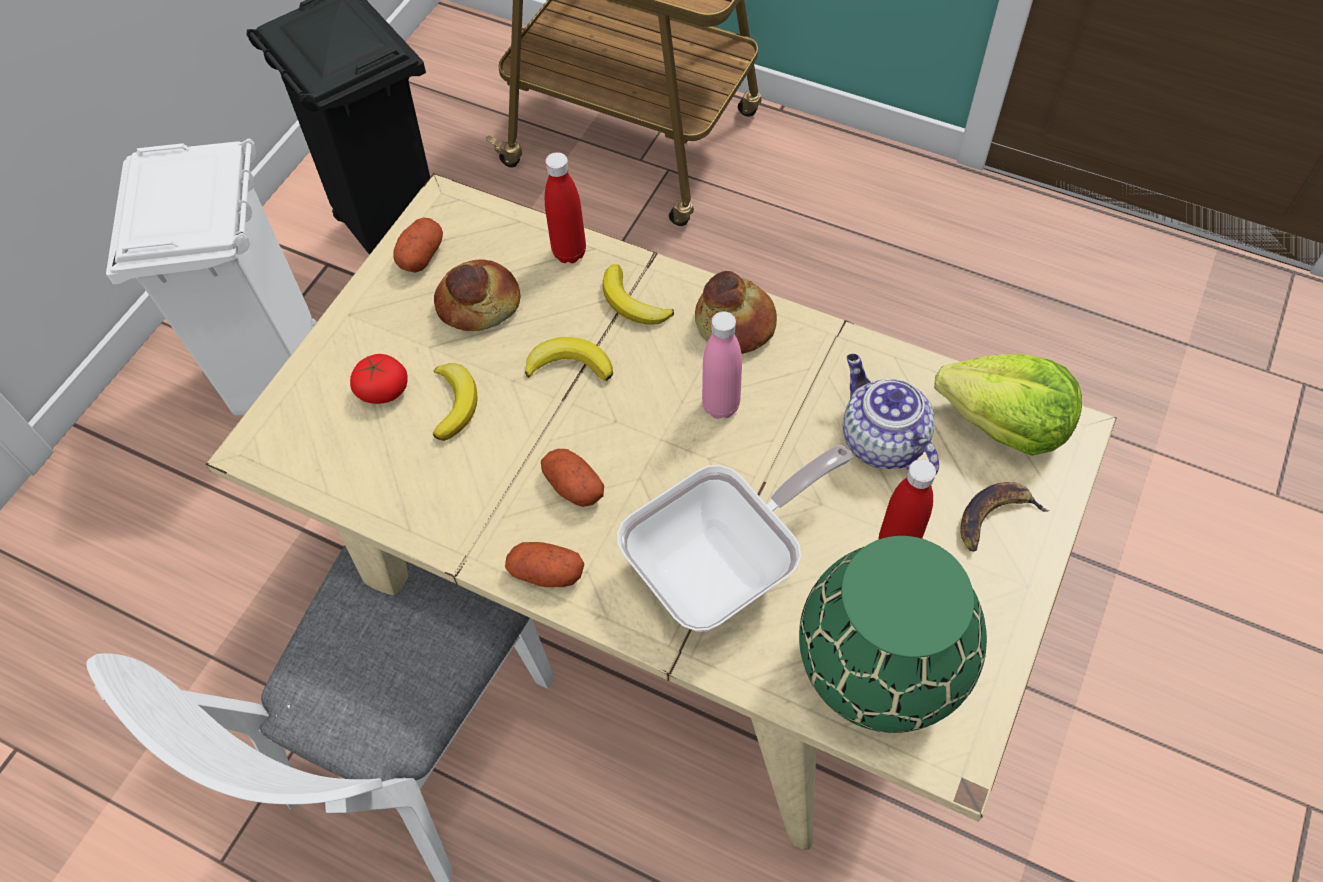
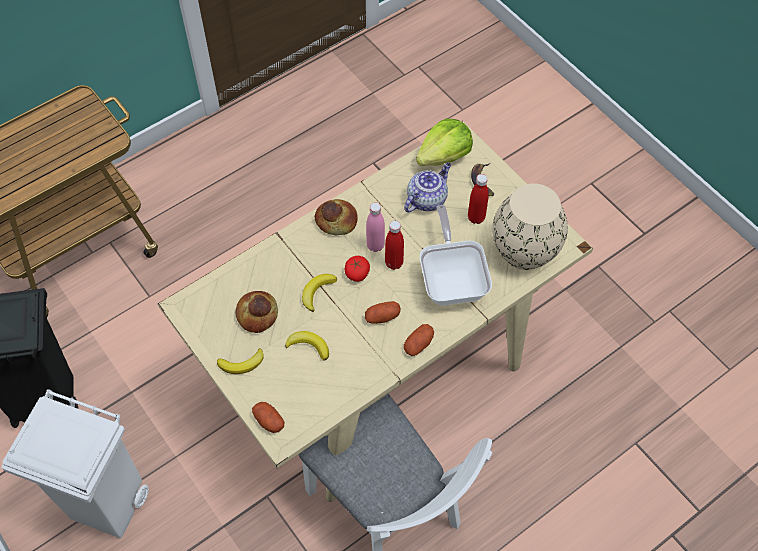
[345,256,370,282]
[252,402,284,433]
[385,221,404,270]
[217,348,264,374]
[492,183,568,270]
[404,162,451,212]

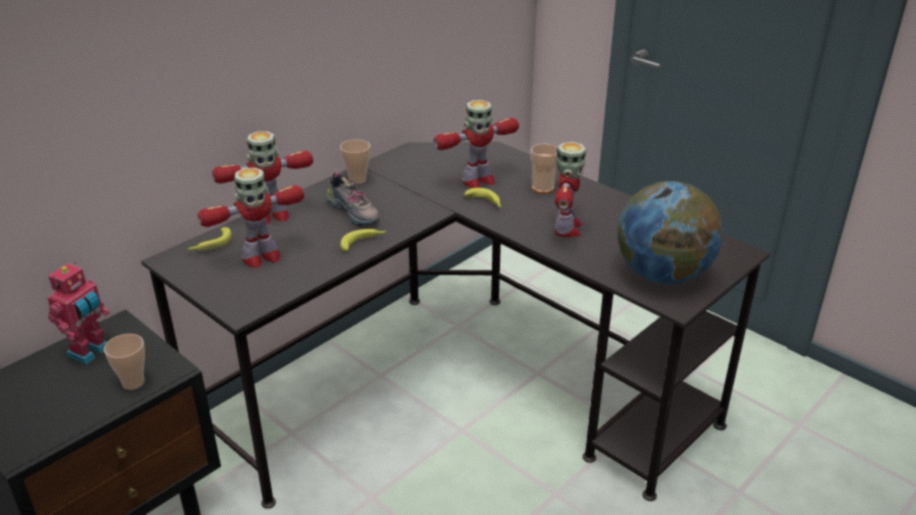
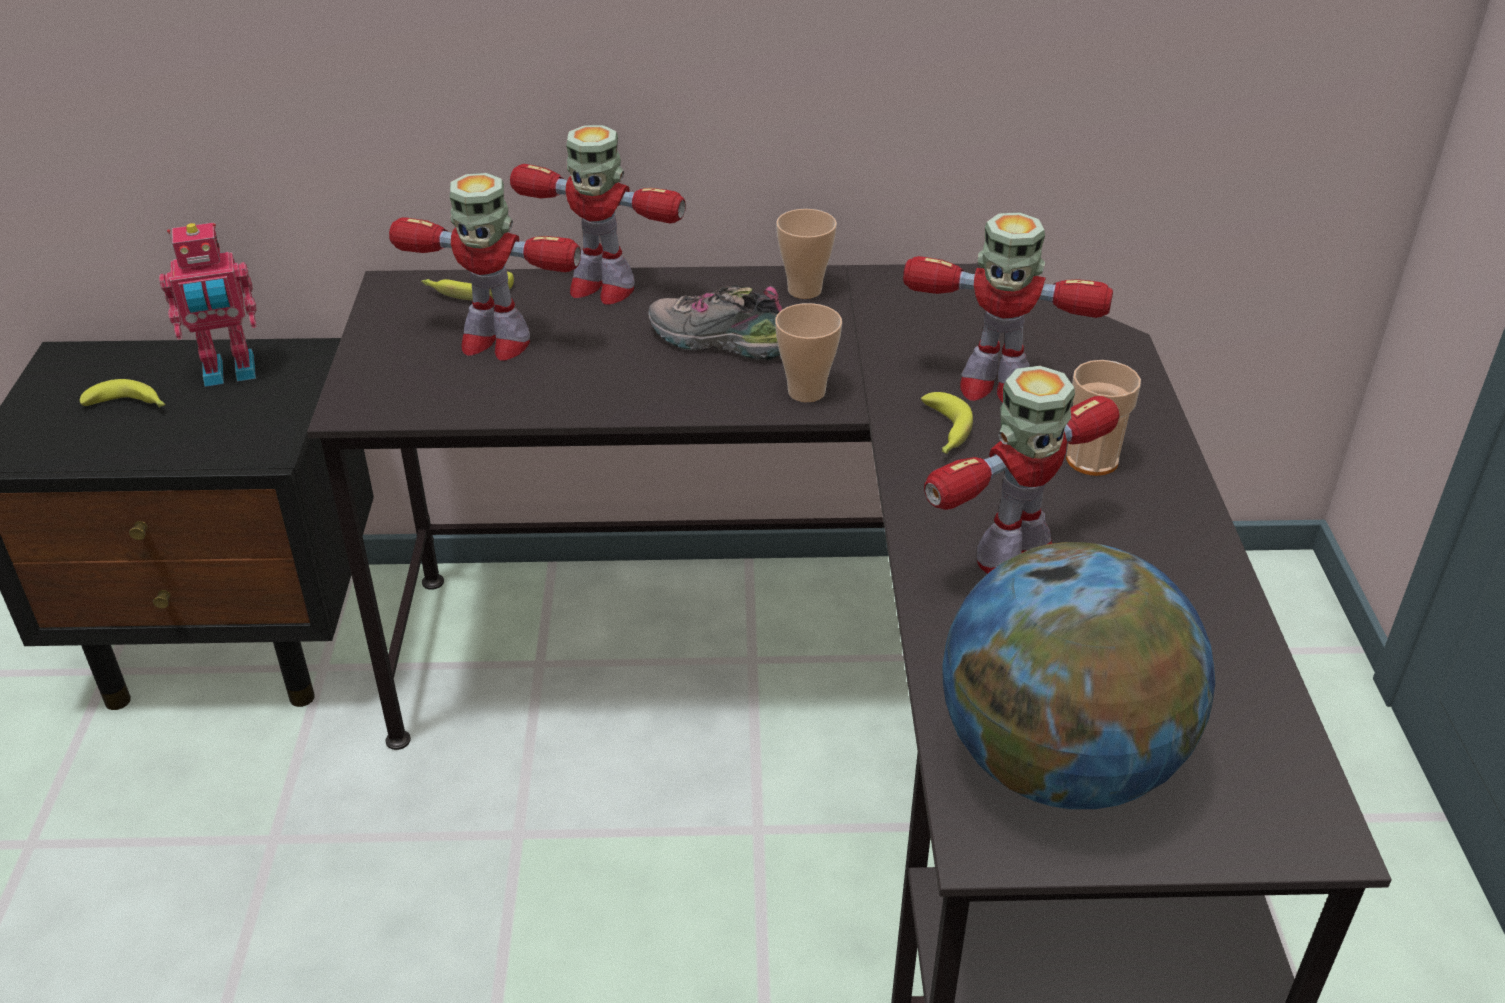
[775,303,842,402]
[80,379,165,408]
[648,285,782,360]

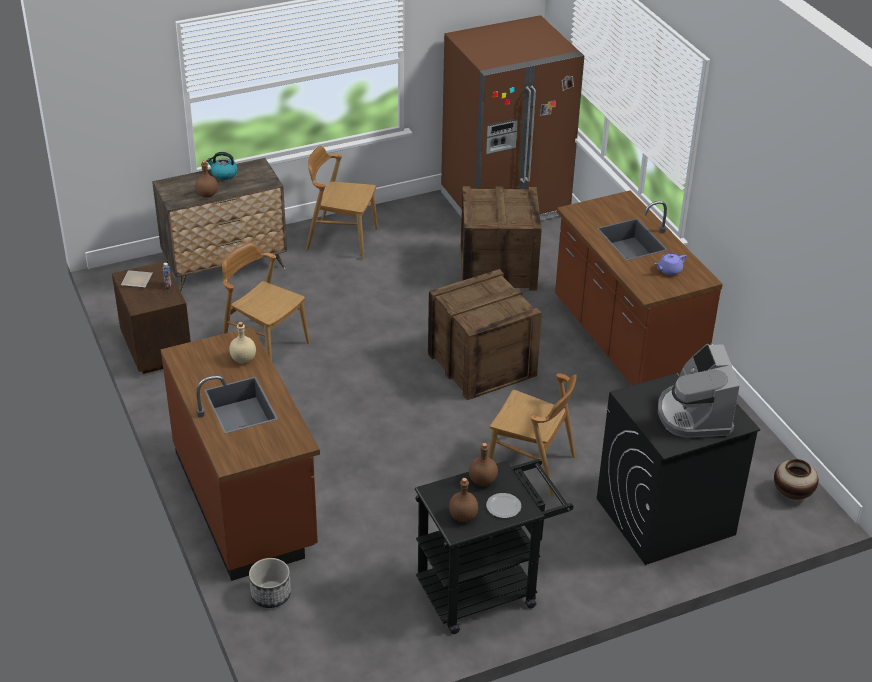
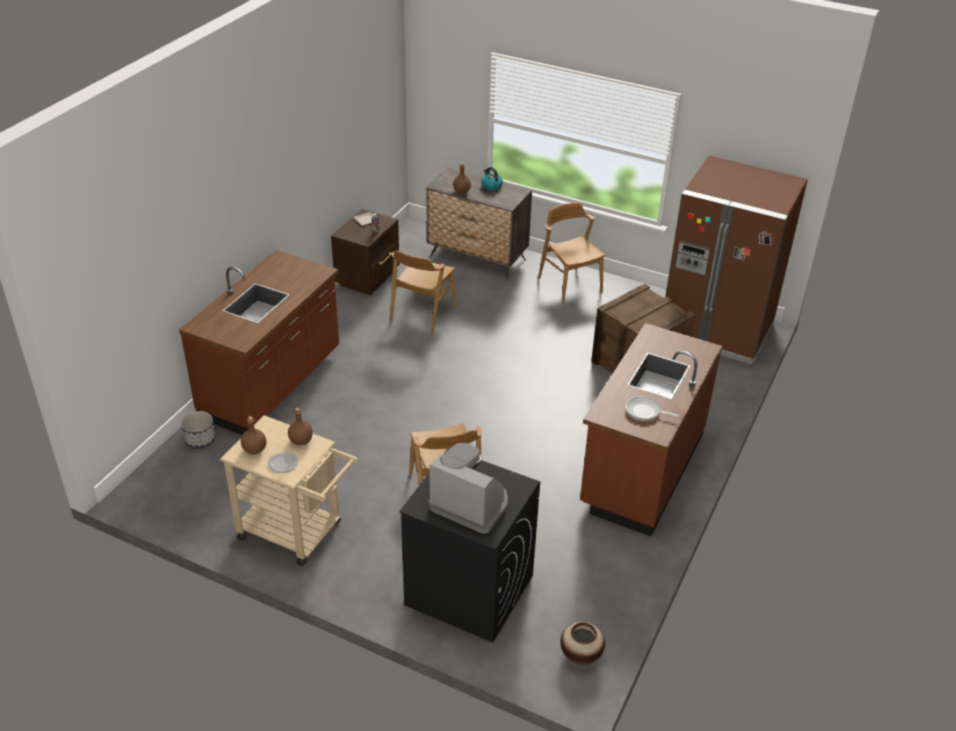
[229,322,256,363] (first image)
[428,269,542,400] (first image)
[626,396,679,421]
[220,415,358,566]
[390,250,457,335]
[428,443,508,534]

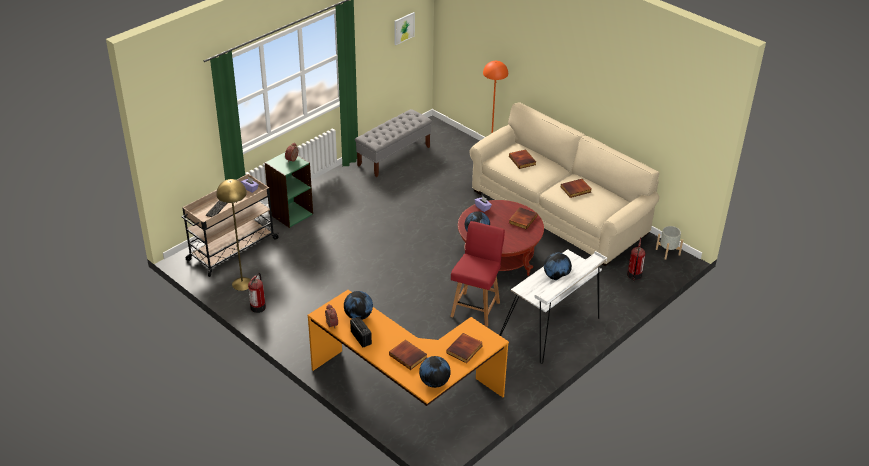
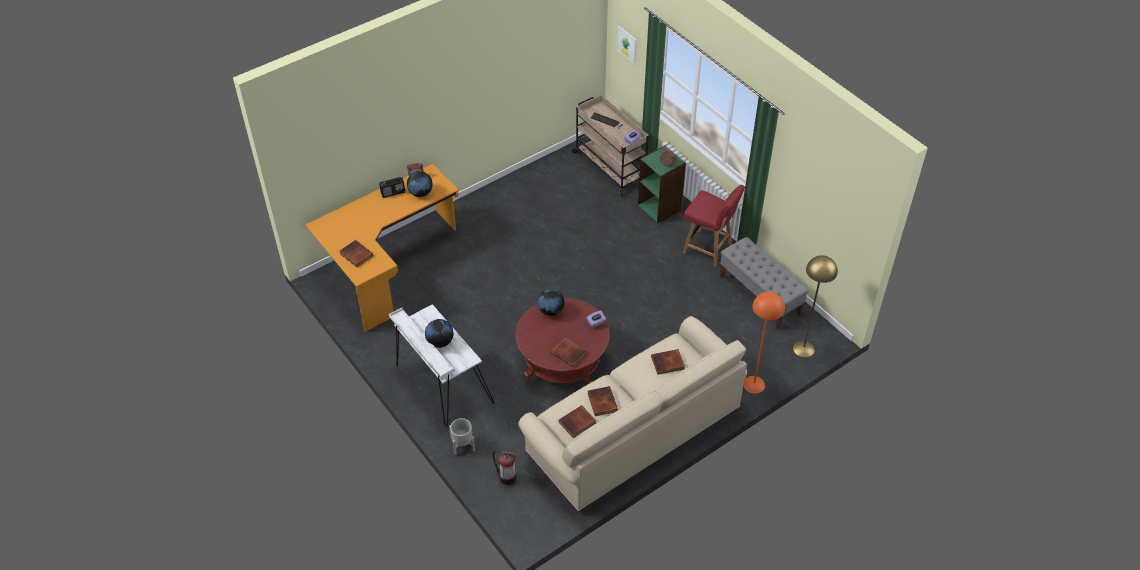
[248,273,266,313] (first image)
[419,356,451,388] (first image)
[793,255,838,357]
[559,405,596,438]
[617,26,637,63]
[683,185,745,267]
[449,418,475,455]

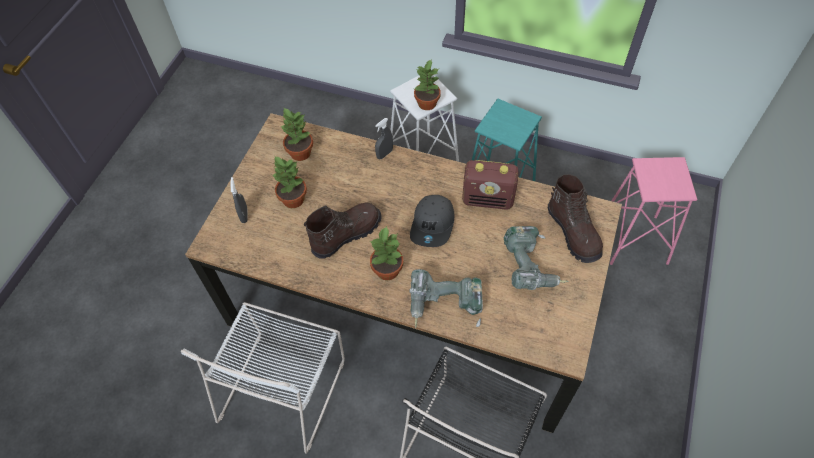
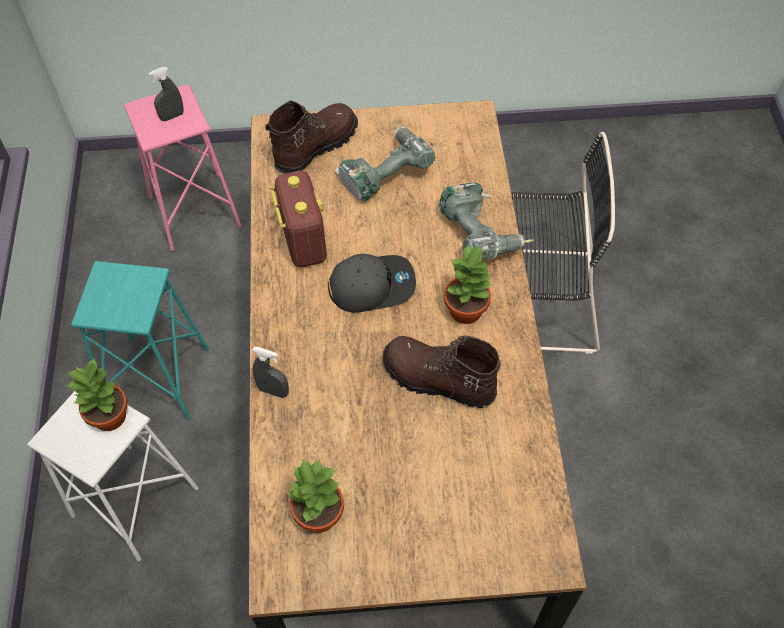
[181,302,345,454] (first image)
[272,155,307,208] (first image)
[148,67,184,121]

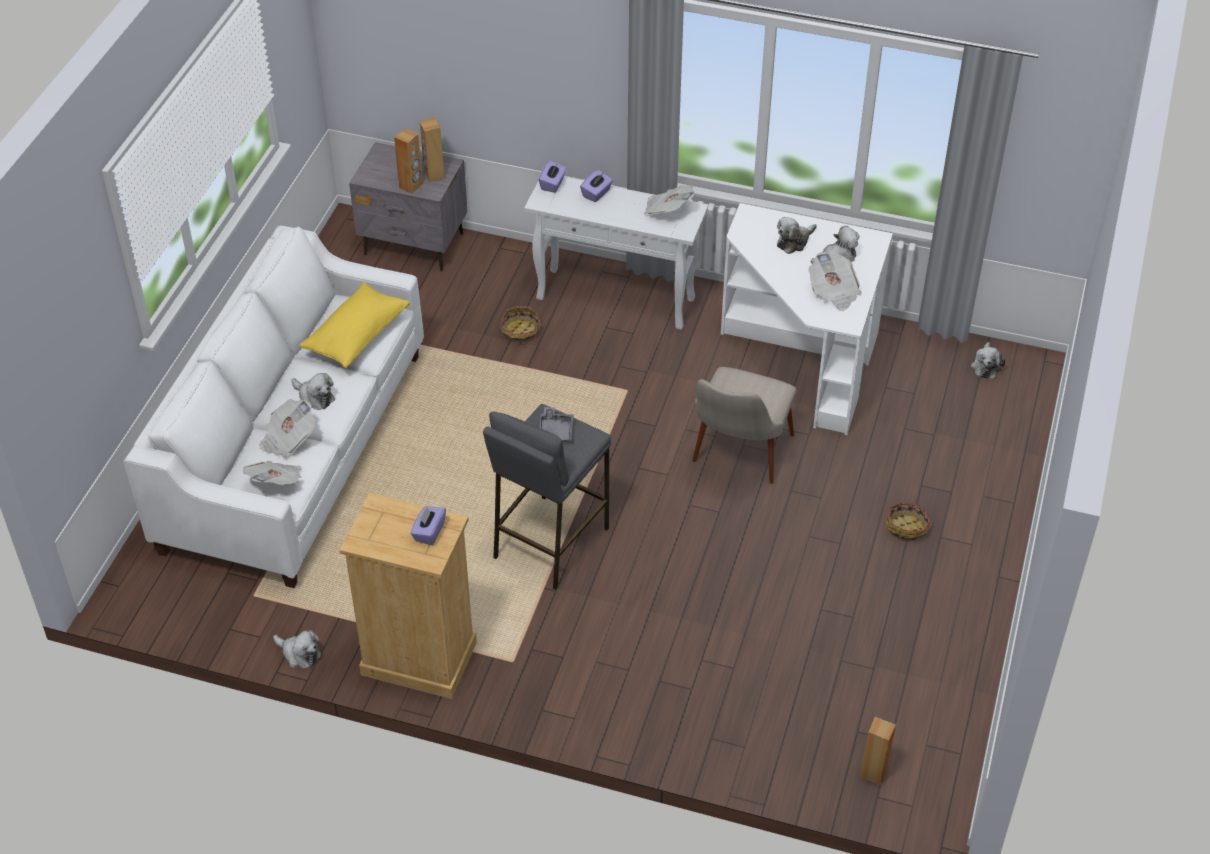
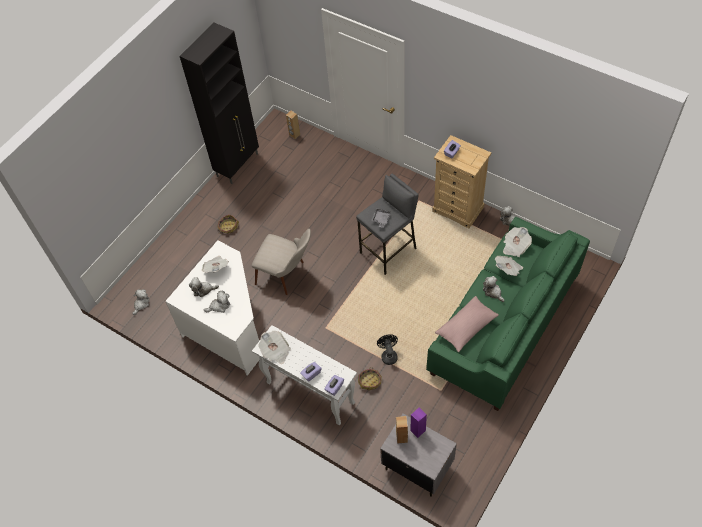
[180,23,259,184]
[377,334,398,365]
[426,217,590,411]
[435,296,499,352]
[411,408,427,438]
[252,229,311,295]

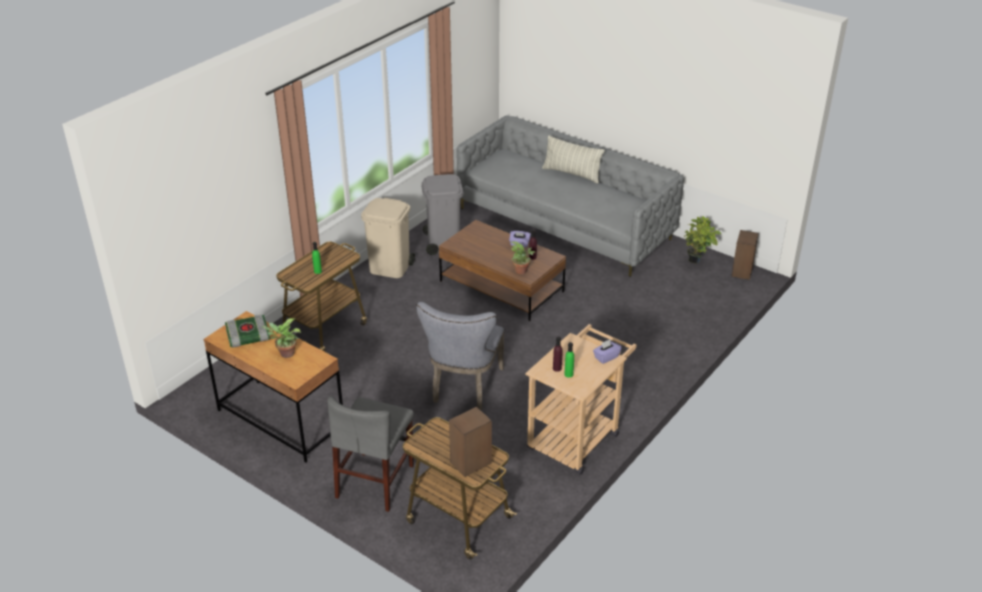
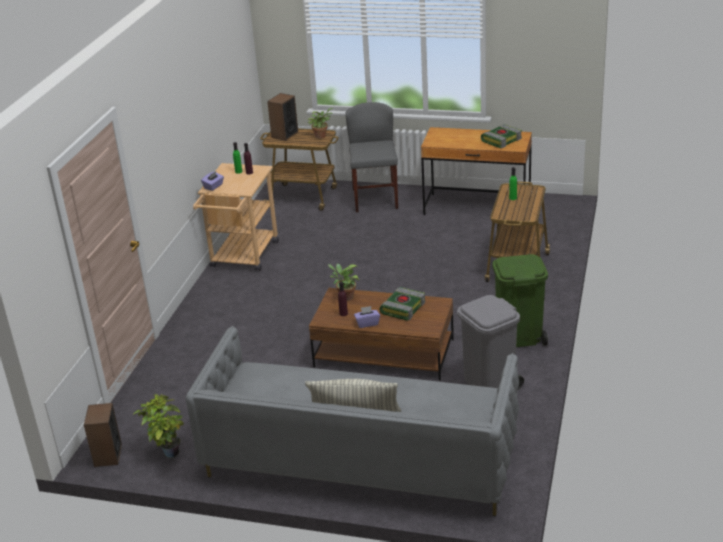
[416,302,504,410] (first image)
[379,287,425,321]
[308,108,334,139]
[492,254,548,347]

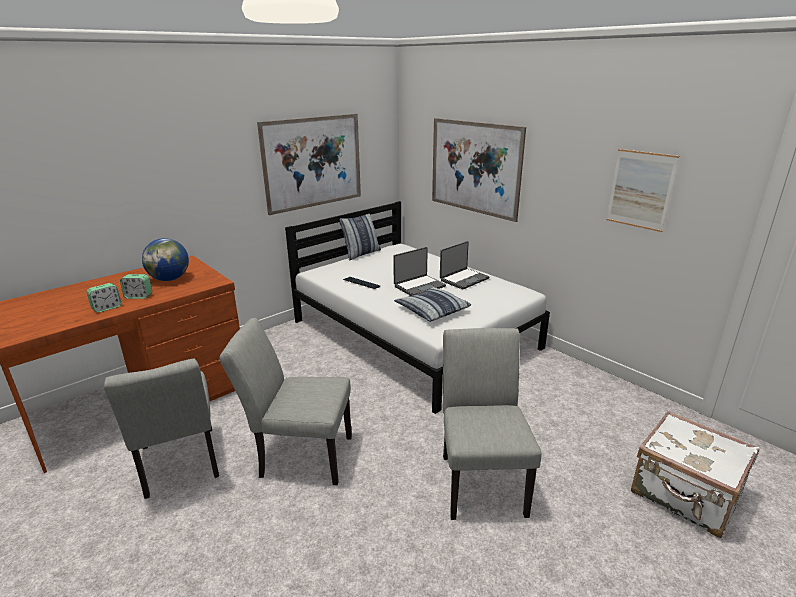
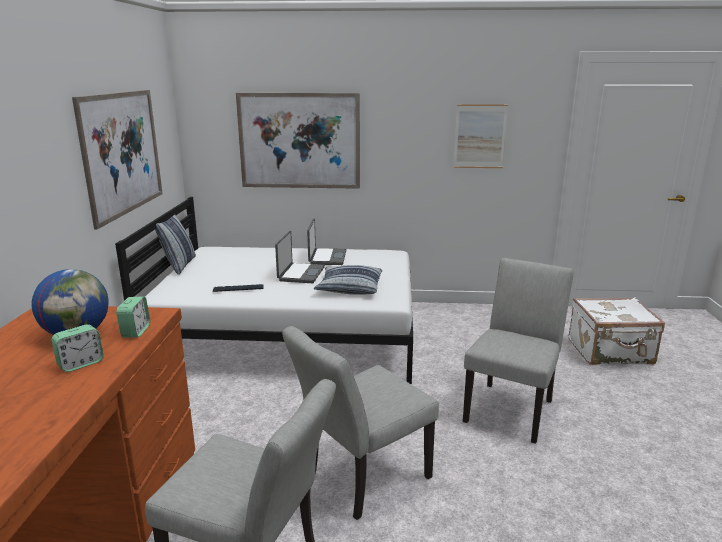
[116,297,150,338]
[463,258,574,444]

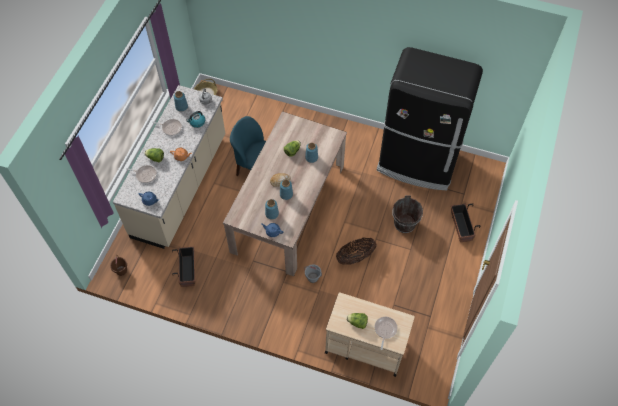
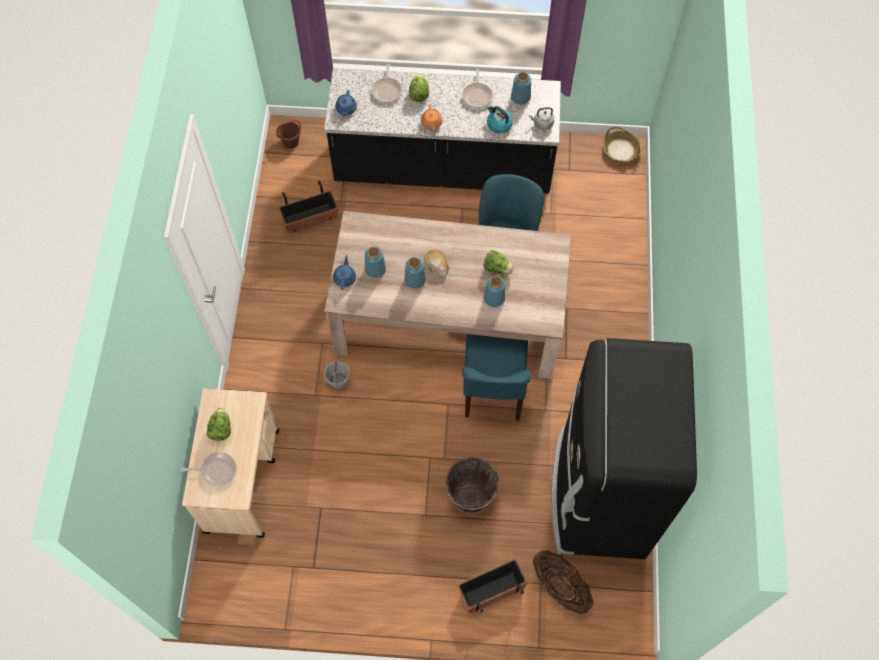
[463,334,531,421]
[533,550,594,614]
[324,68,561,194]

